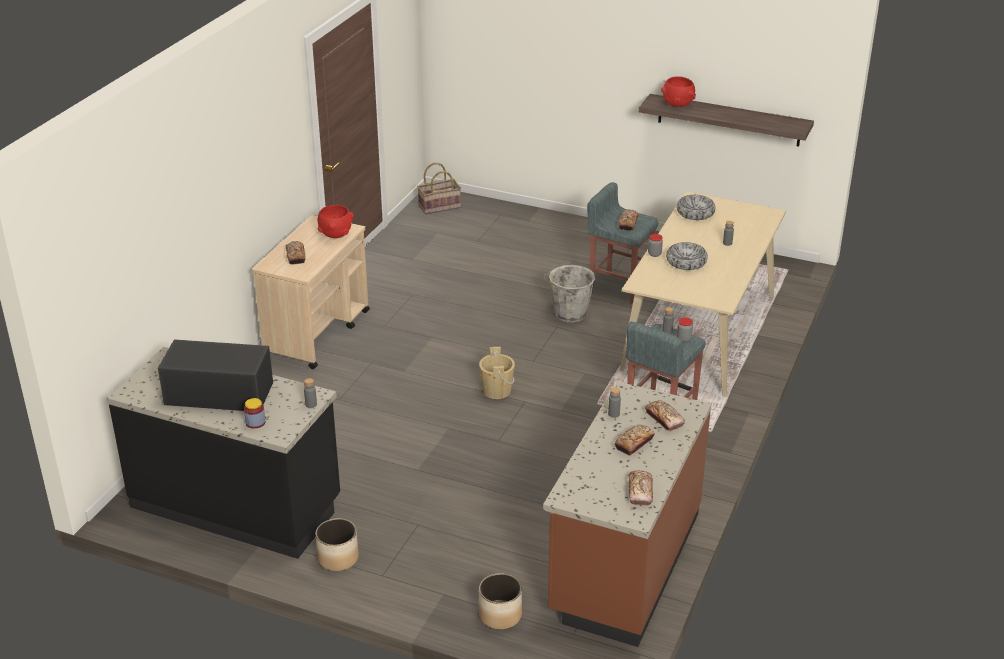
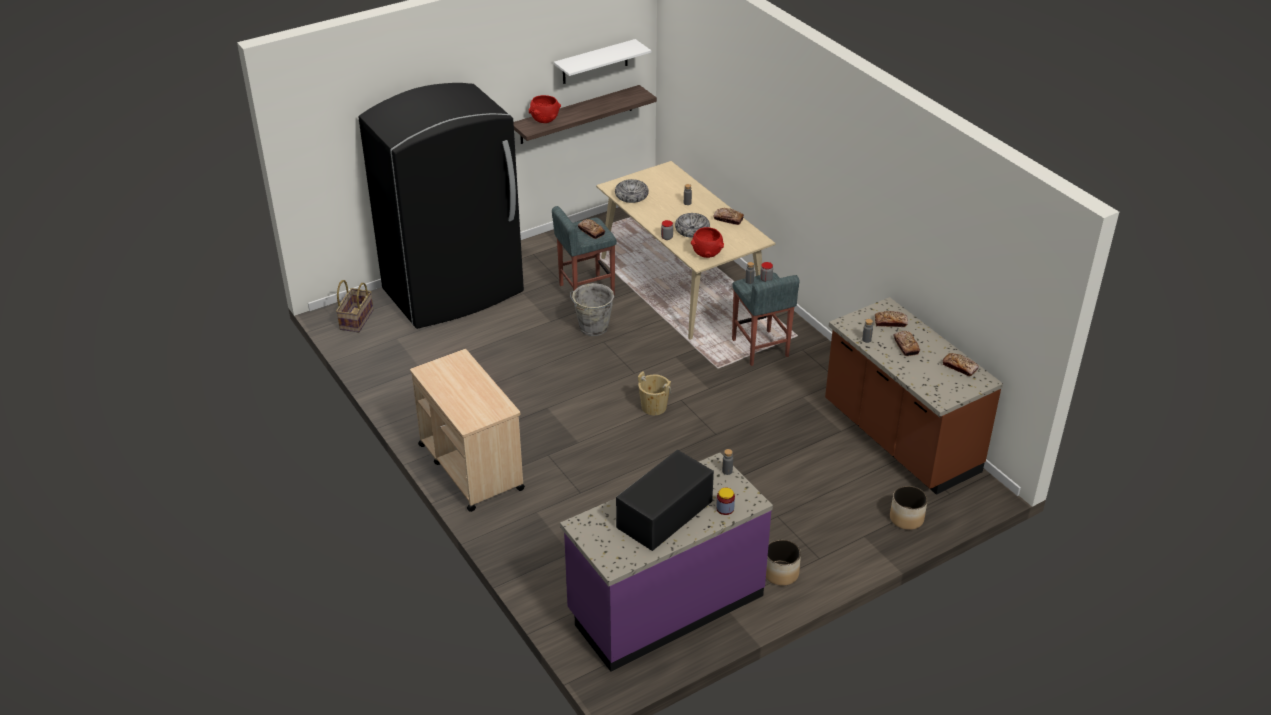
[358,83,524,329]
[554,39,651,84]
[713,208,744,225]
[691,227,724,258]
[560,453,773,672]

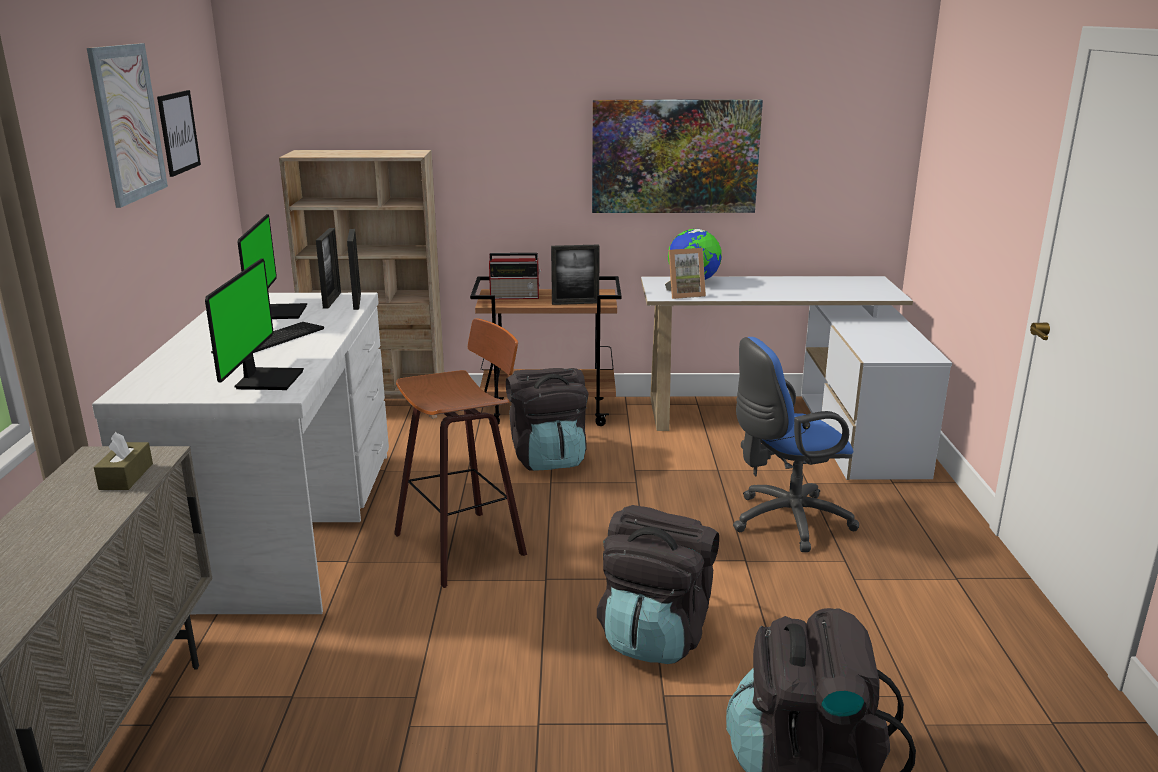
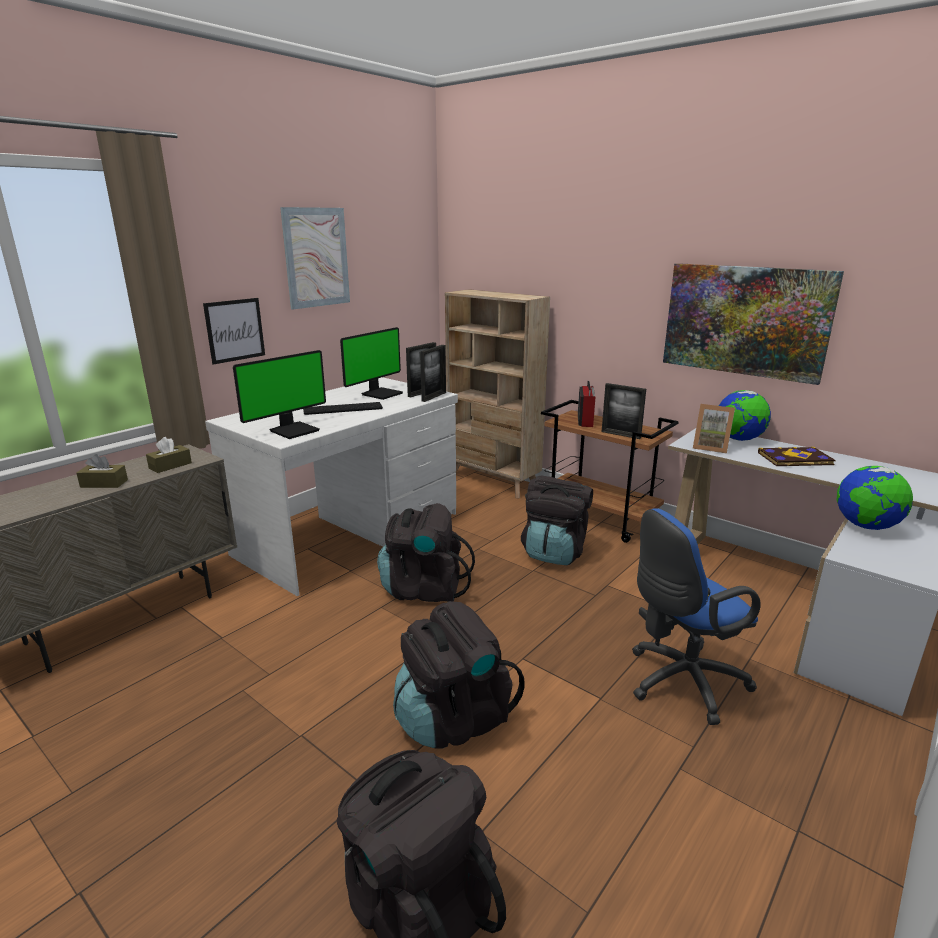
[76,454,128,488]
[758,447,836,466]
[837,466,913,530]
[203,298,265,365]
[377,503,475,602]
[578,381,595,427]
[632,508,761,725]

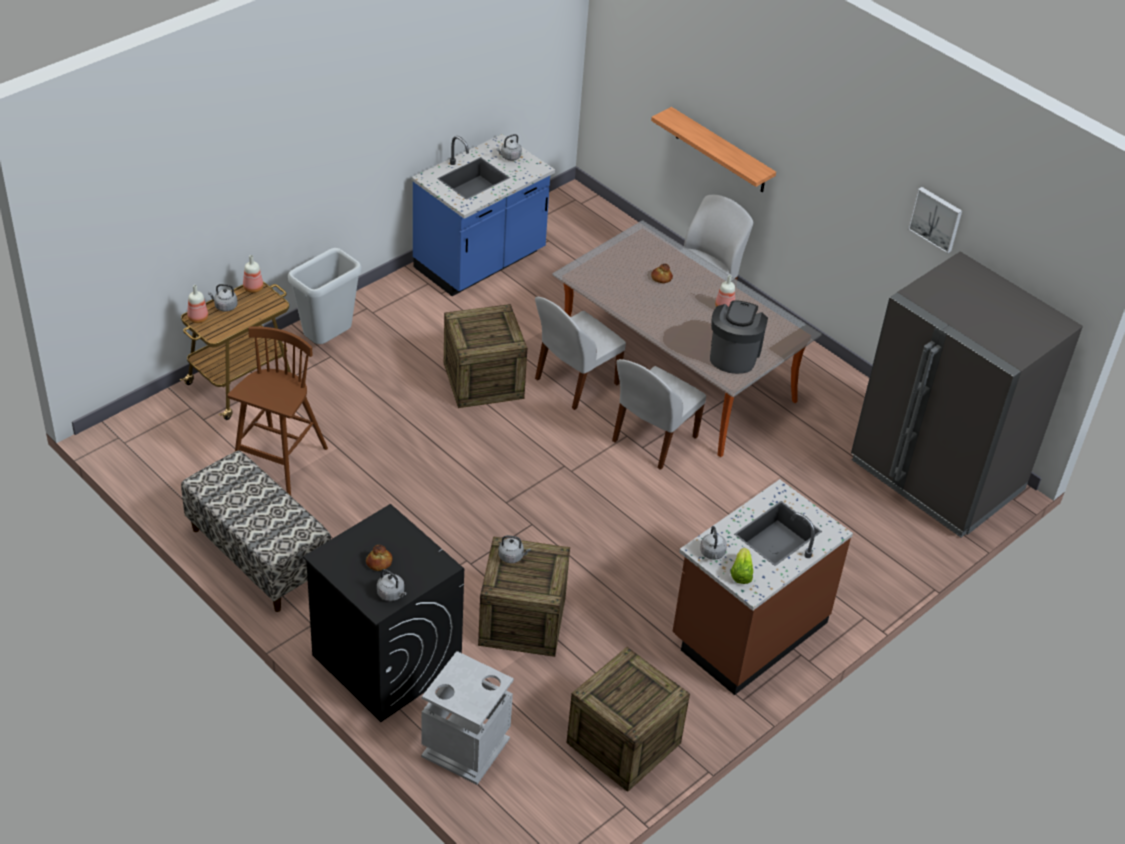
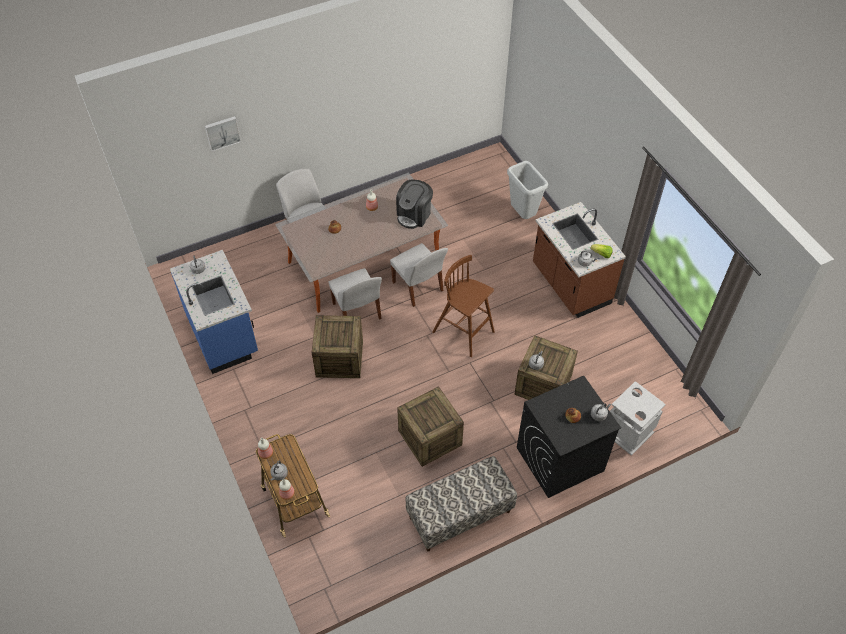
[651,107,776,192] (first image)
[851,251,1083,538] (first image)
[432,255,495,357]
[507,161,548,219]
[397,386,464,467]
[205,116,241,152]
[396,180,433,229]

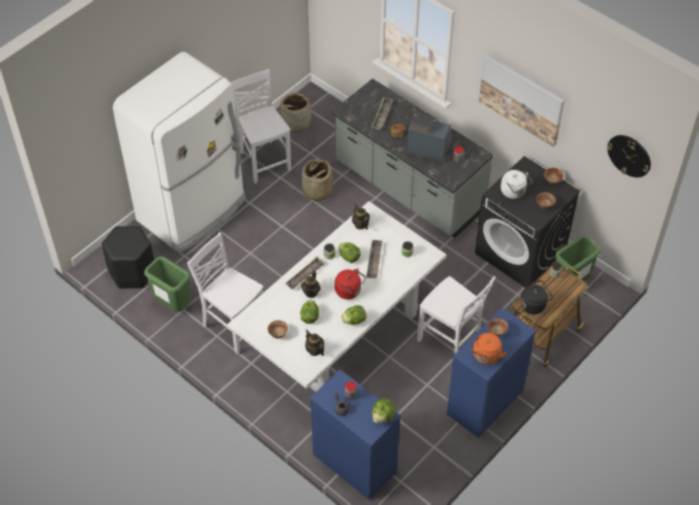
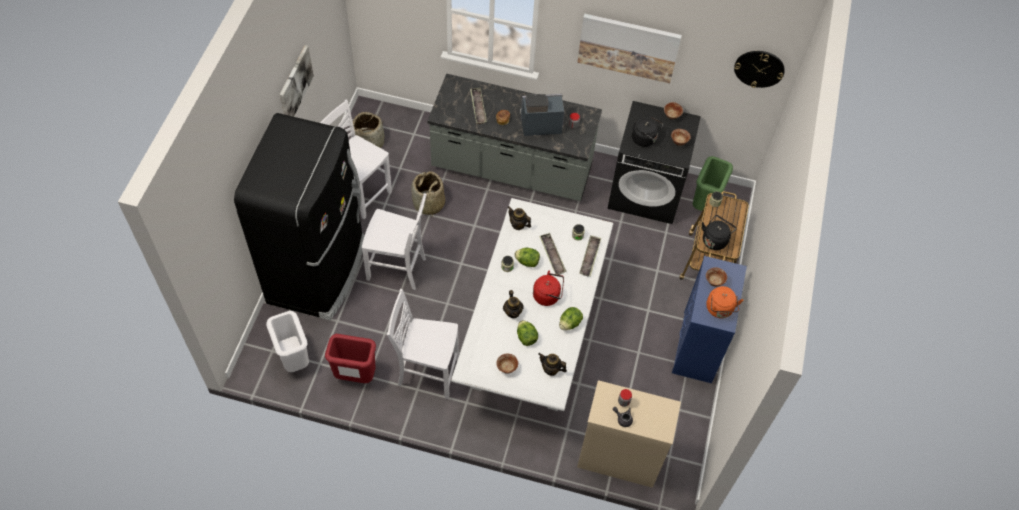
[372,398,395,423] (first image)
[280,45,314,117]
[579,235,601,277]
[362,193,426,290]
[266,311,309,372]
[234,113,364,320]
[325,334,376,383]
[577,380,681,488]
[632,116,664,147]

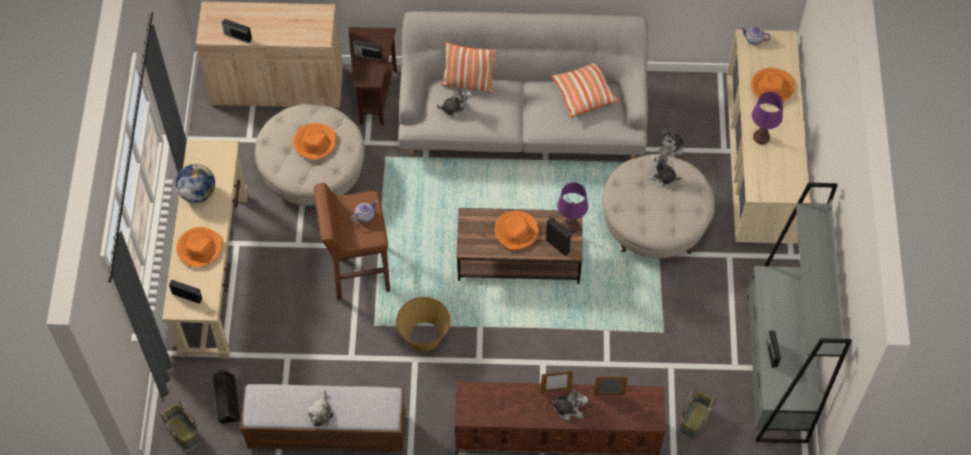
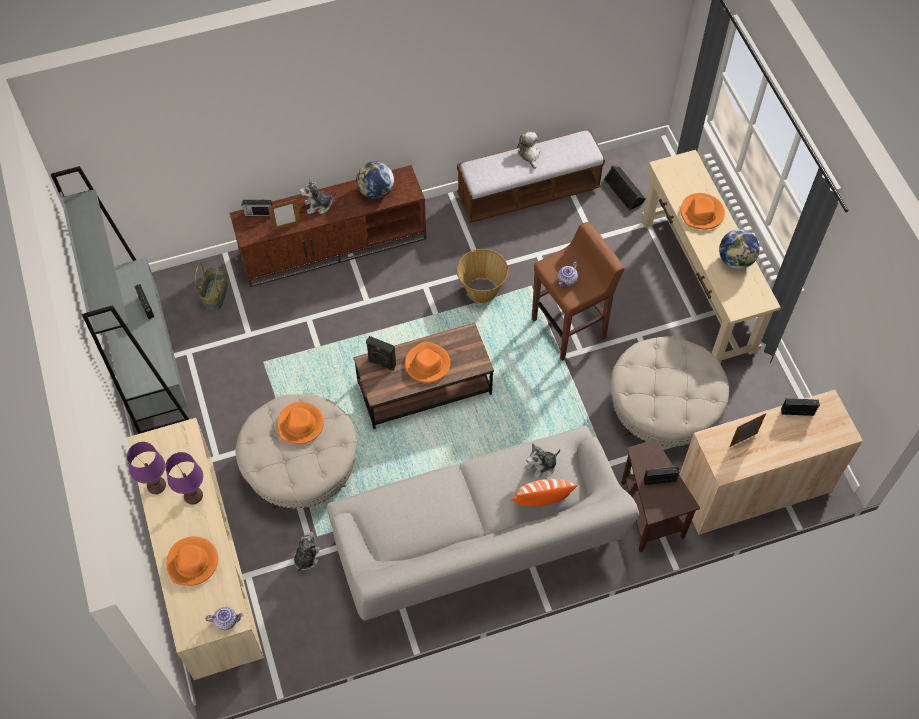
[161,400,200,450] (first image)
[551,63,619,118] (first image)
[647,150,681,187] (first image)
[356,161,394,199]
[241,199,272,216]
[277,402,324,444]
[729,413,766,447]
[127,442,166,494]

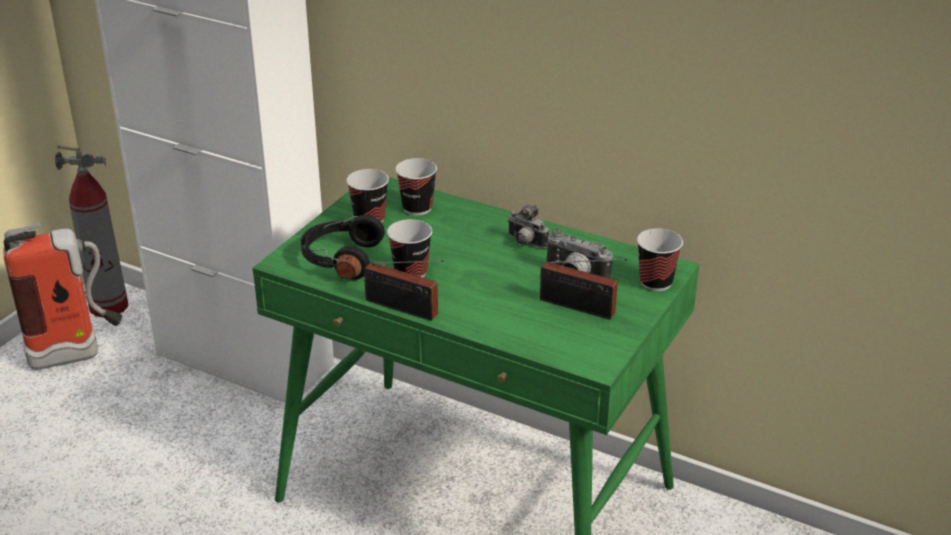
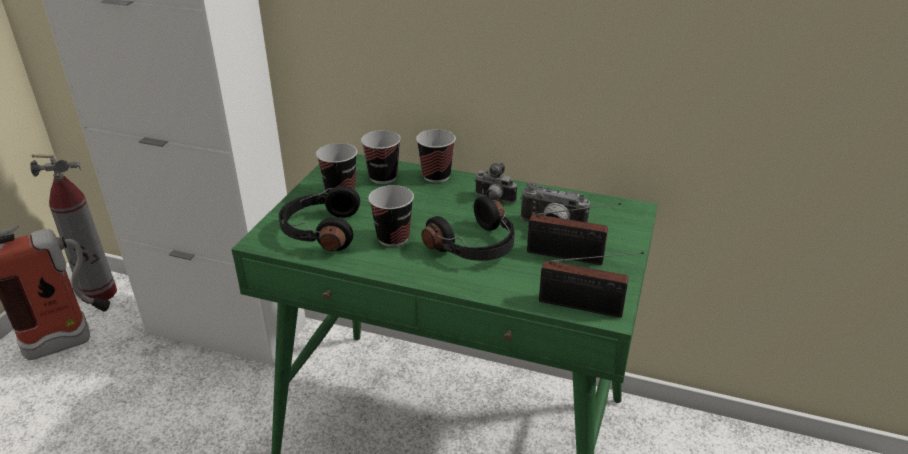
[422,196,515,261]
[539,252,644,318]
[416,129,456,183]

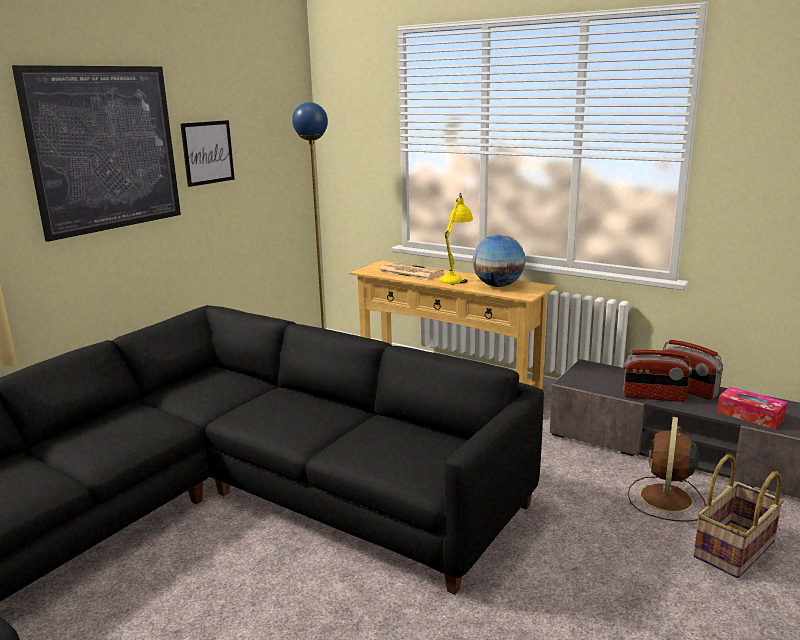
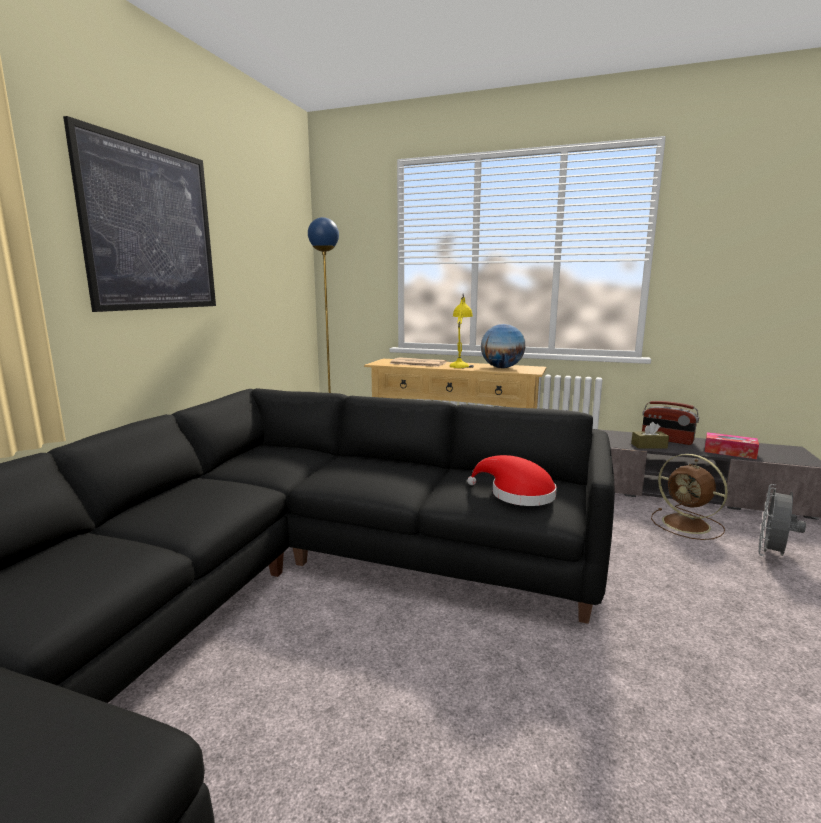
[180,120,235,187] (first image)
[467,455,557,506]
[631,422,669,449]
[758,484,806,557]
[651,454,728,540]

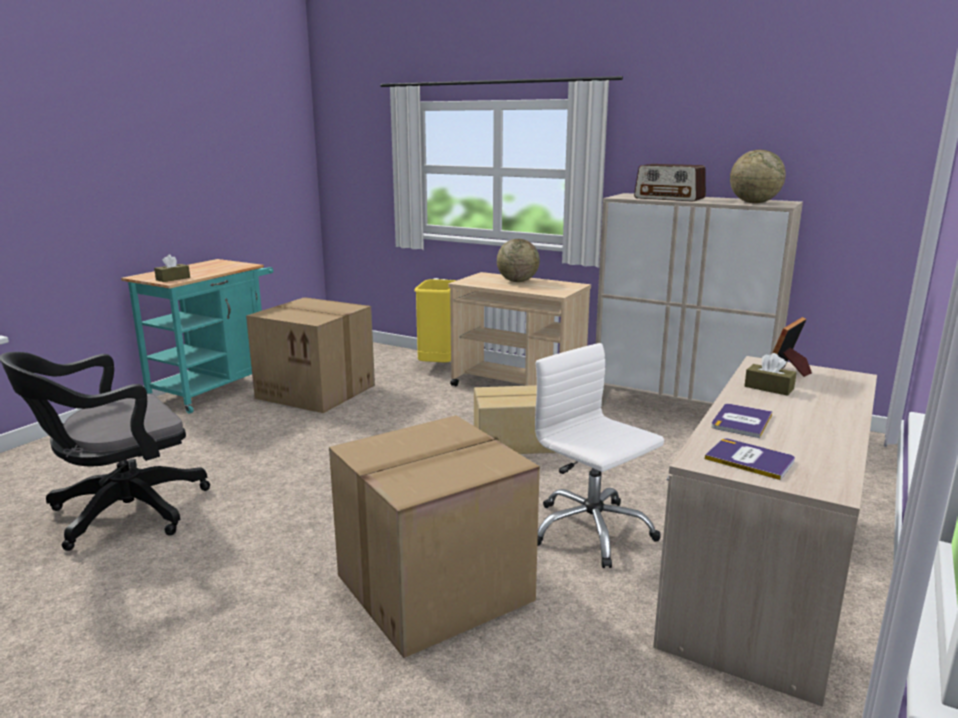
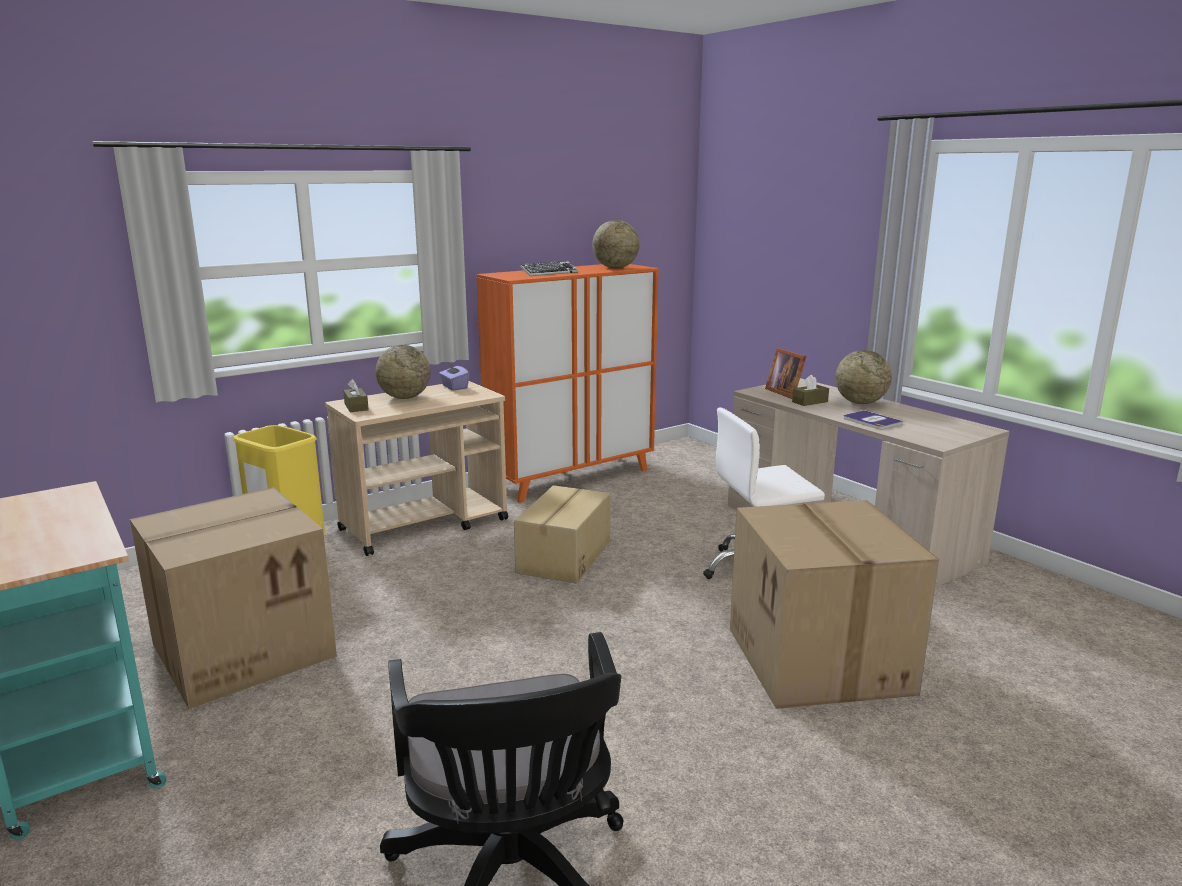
[705,439,795,480] (first image)
[439,362,469,390]
[835,350,892,404]
[343,379,369,412]
[520,261,579,276]
[477,264,659,503]

